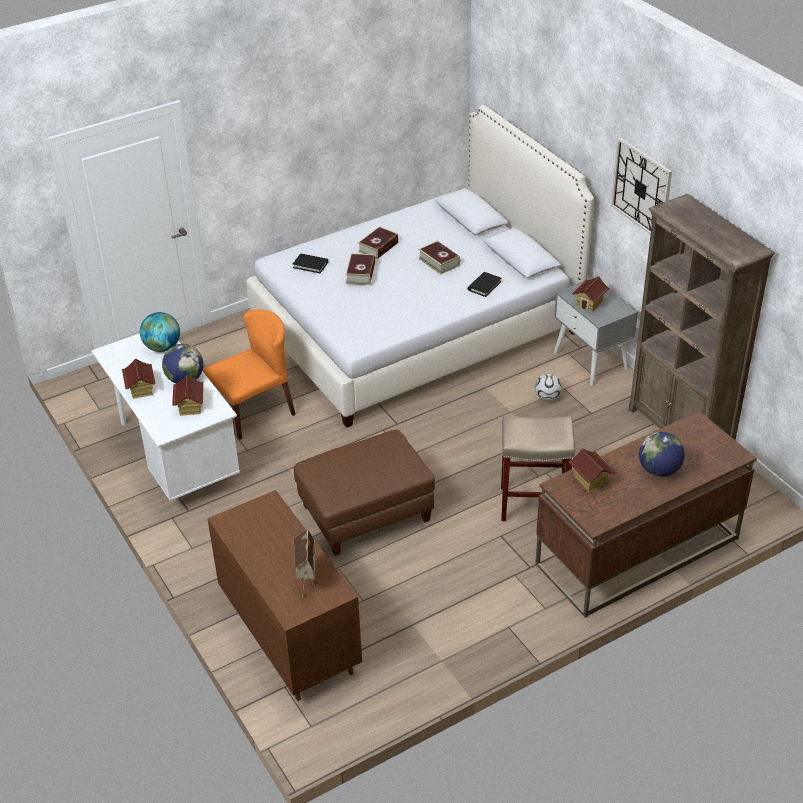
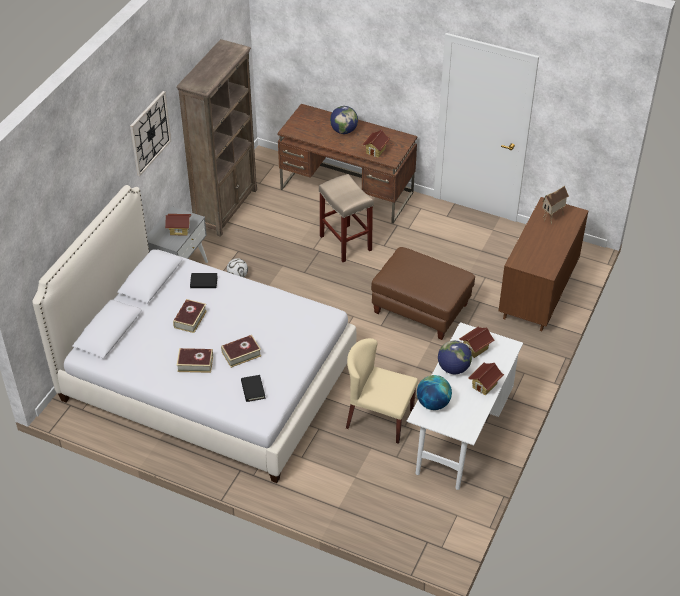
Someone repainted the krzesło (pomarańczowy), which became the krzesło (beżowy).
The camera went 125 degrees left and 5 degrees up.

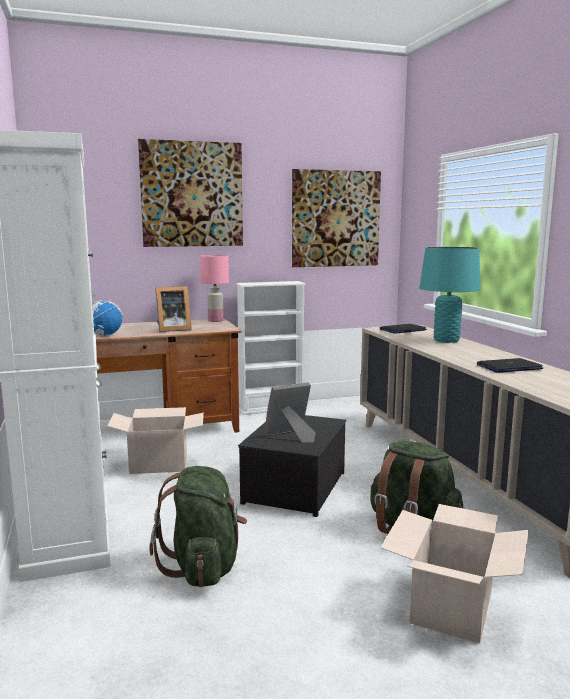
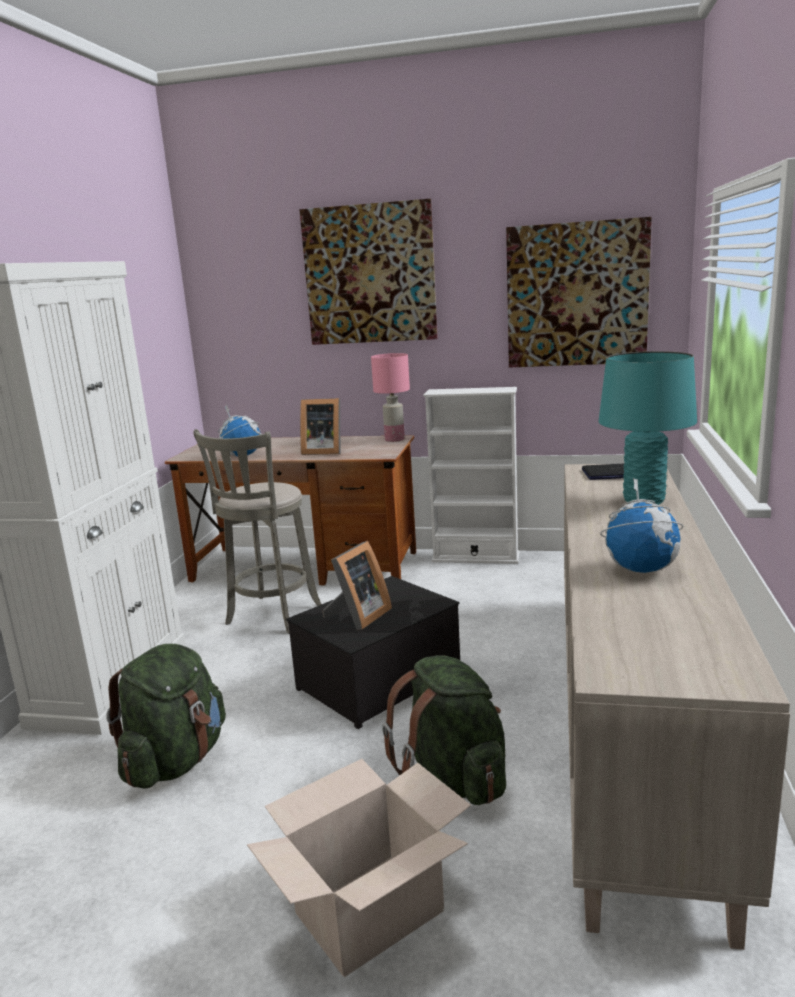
Someone swapped the karton (no. 1 from left) for the stołek (szary).
Someone rotated the ramka na zdjęcie (no. 2 from left) by 120 degrees clockwise.
Someone swapped the laptop (no. 2 from left) for the globus (no. 2 from left).
The camera went 30 degrees right and 5 degrees up.

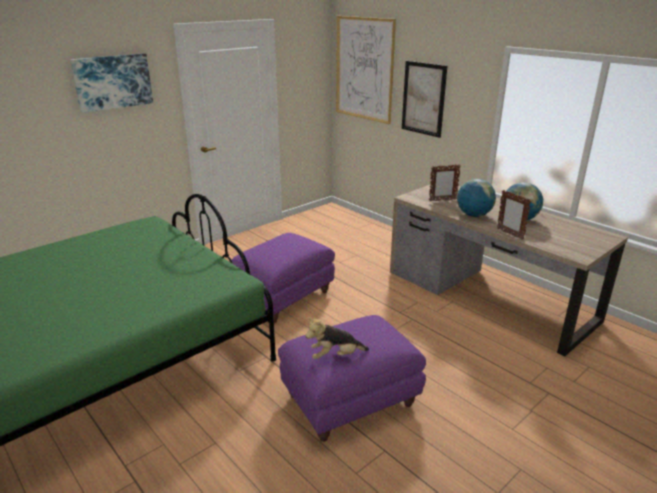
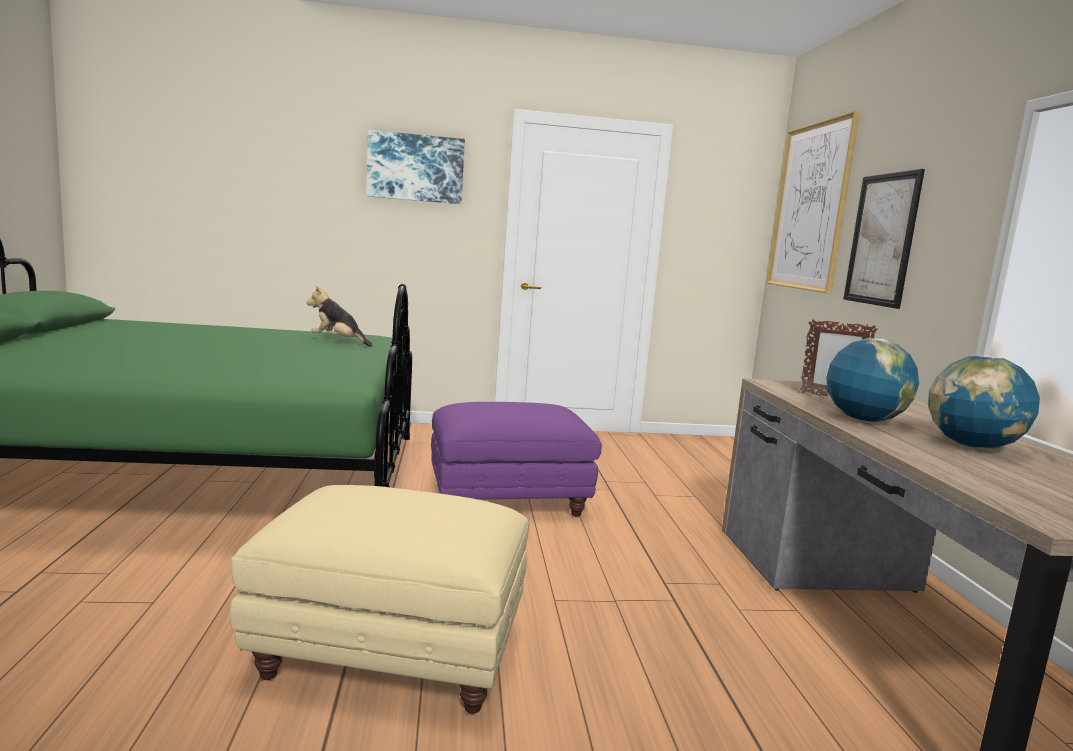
Someone repainted the pufa (fioletowy) (no. 2 from left), which became the pufa (beżowy).
Someone carried the pluszak.
Someone took away the ramka na zdjęcie (no. 2 from left).
The camera went 35 degrees right and 15 degrees down.

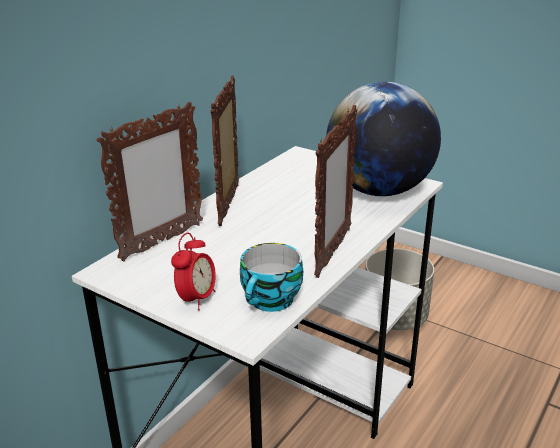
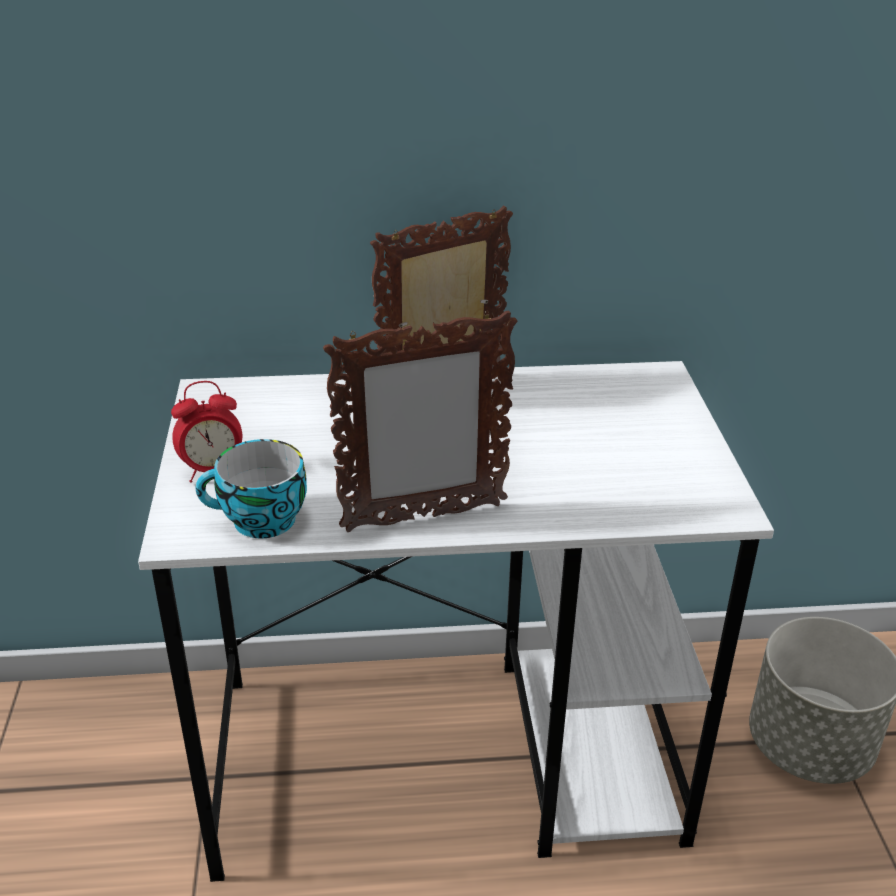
Someone took away the ramka na zdjęcie (no. 1 from left).
Someone took away the globus.
The camera went 50 degrees right and 5 degrees up.

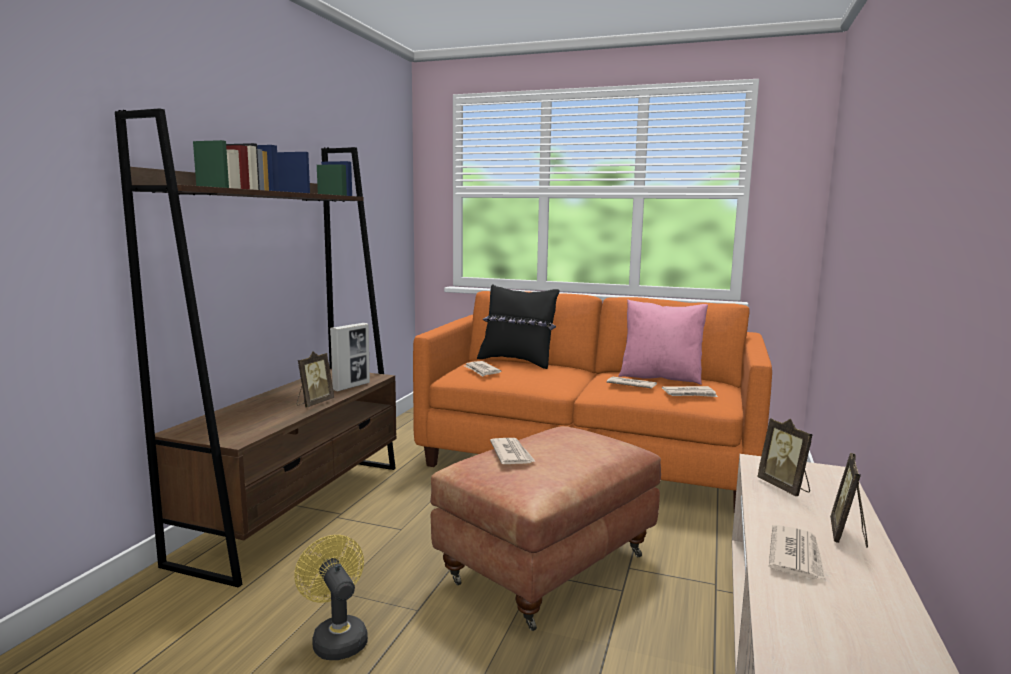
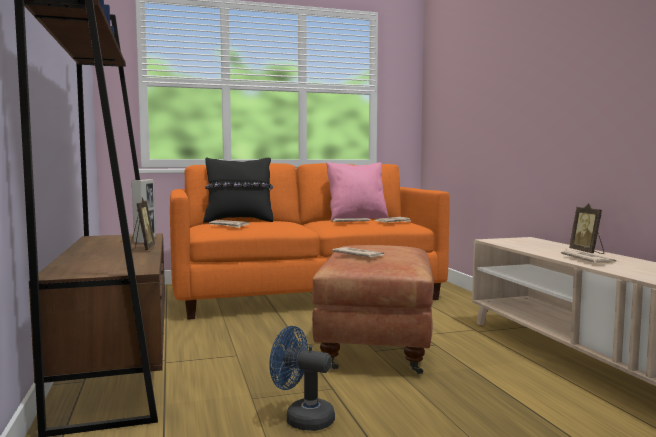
Someone repainted the wentylator (żółty), which became the wentylator (niebieski).
Someone took away the ramka na zdjęcie (no. 3 from left).
The camera went 35 degrees left and 5 degrees down.

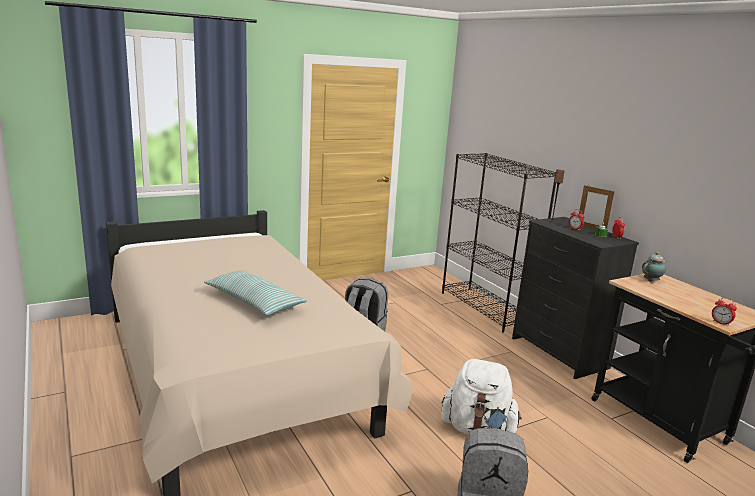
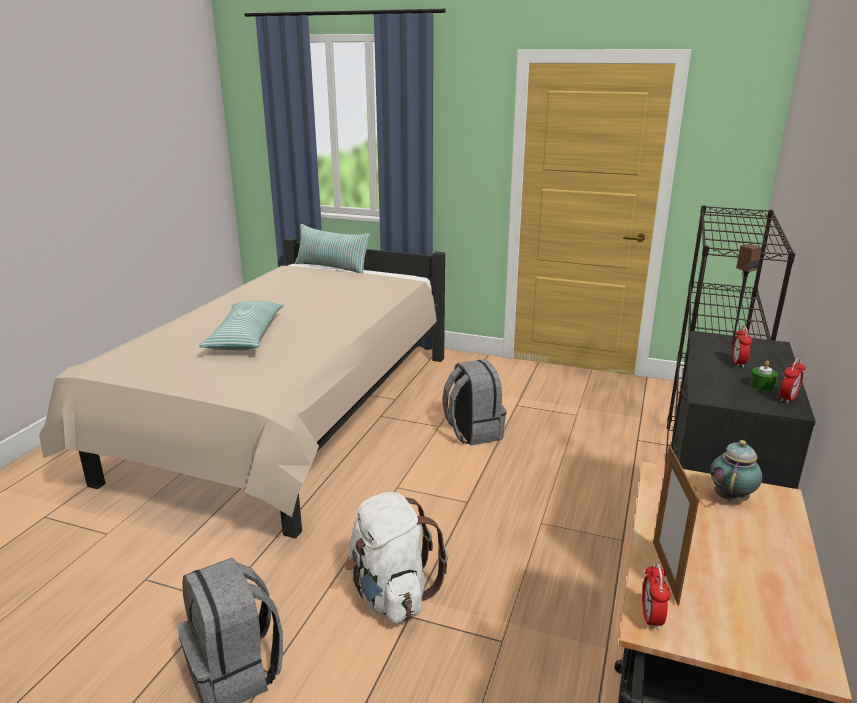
Someone put down the poduszka (no. 2 from left).
Someone carried the ramka na zdjęcie.
Someone rotated the imbryk by 75 degrees counterclockwise.
The camera went 50 degrees right and 5 degrees up.

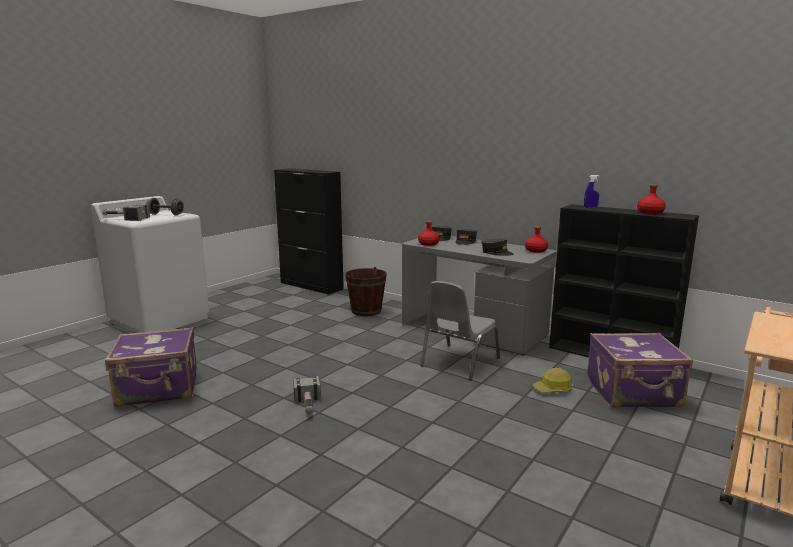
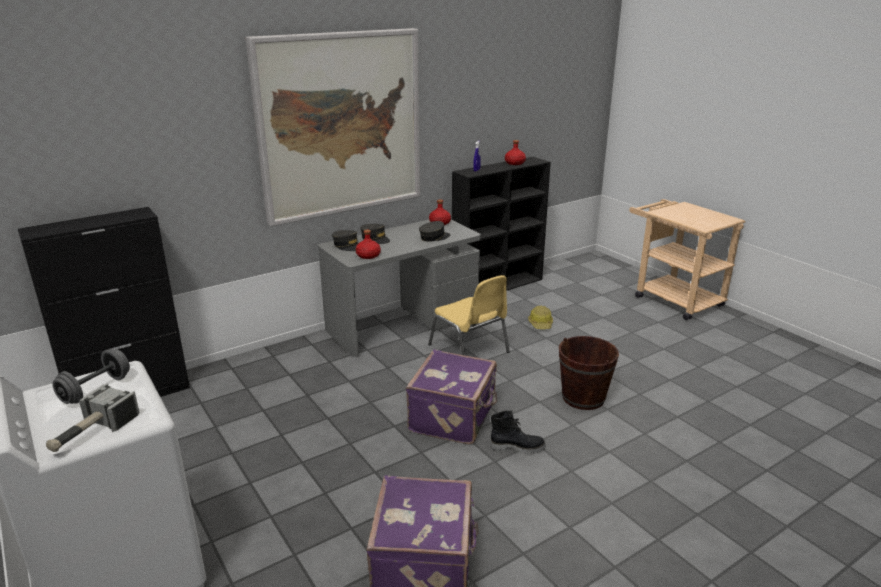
Someone put up the obraz.
Someone carried the walizka (fioletowy) (no. 2 from left).
Someone repainted the krzesło (szary), which became the krzesło (żółty).
Someone swapped the młotek (no. 2 from left) for the but z cholewką (czarny).
Someone carried the wiadro (brązowy).
The camera went 70 degrees left and 10 degrees up.

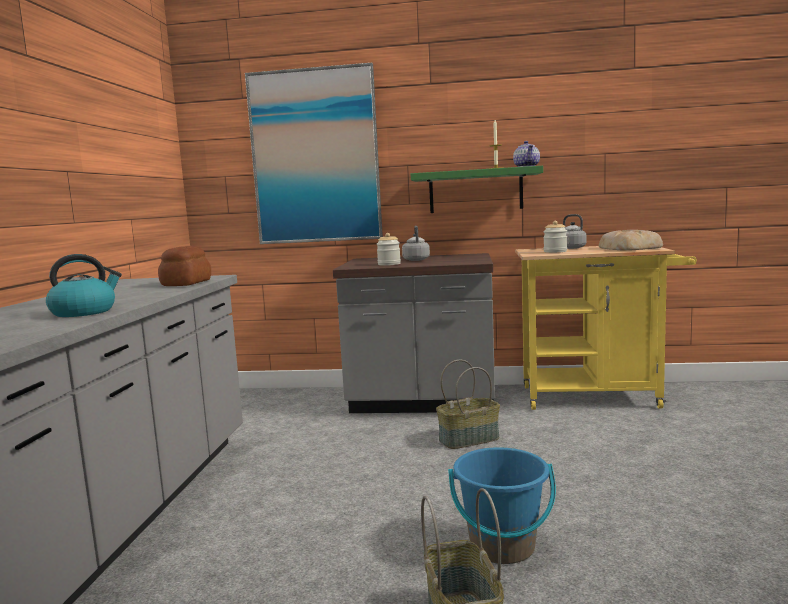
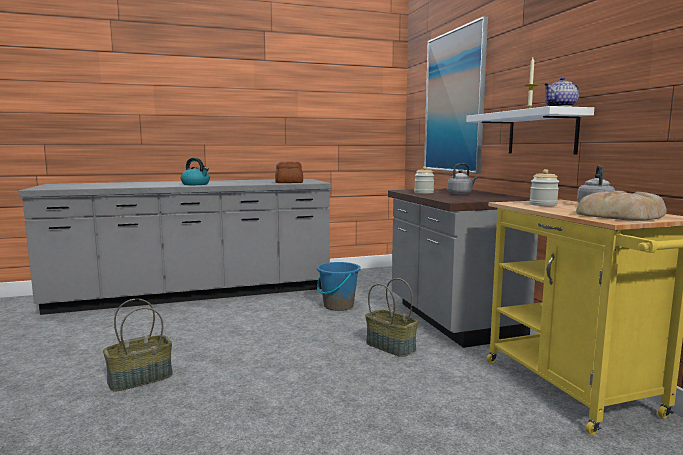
Someone carried the wiadro (niebieski).
Someone repainted the półka (zielony), which became the półka (biały).
The camera went 65 degrees right and 0 degrees up.

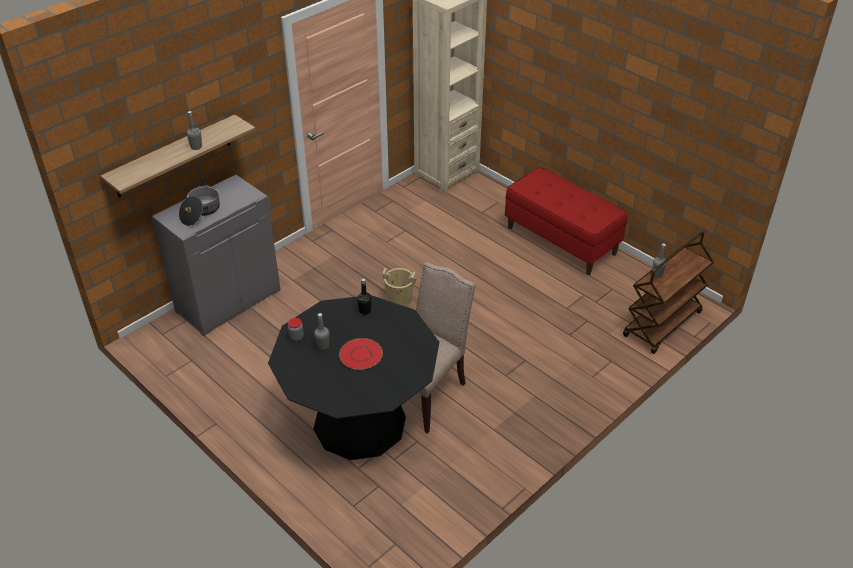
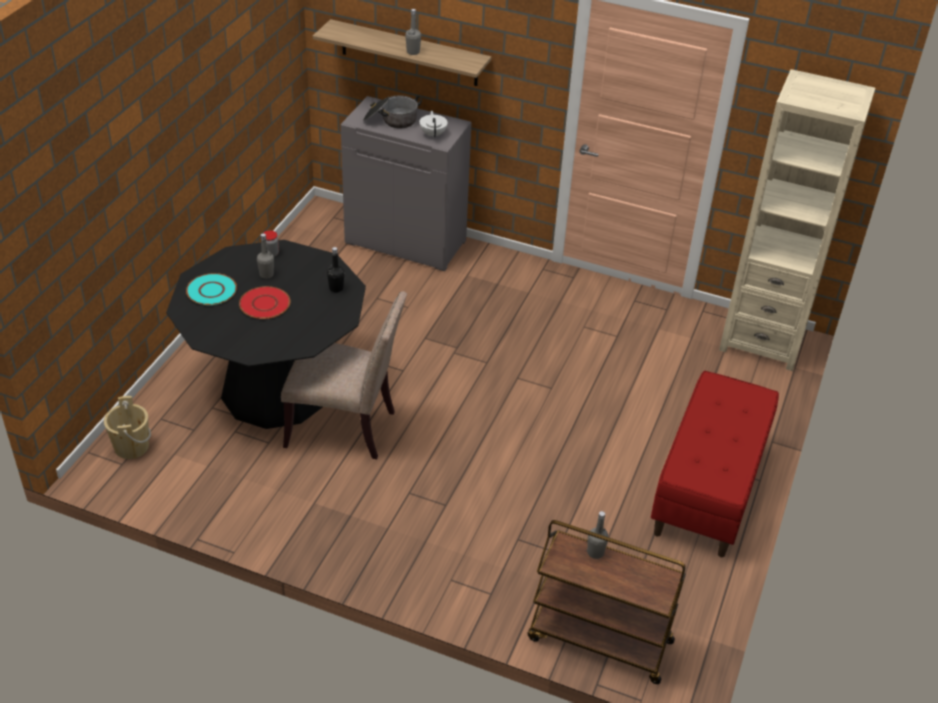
Someone carried the wiadro (beżowy).
Someone put down the talerz (turkusowy).
Someone put down the imbryk (biały).
The camera went 65 degrees right and 0 degrees up.

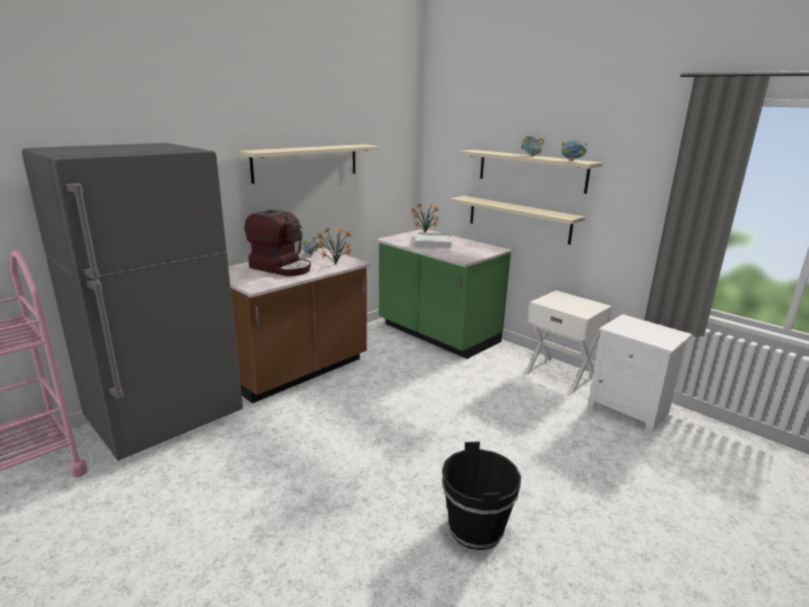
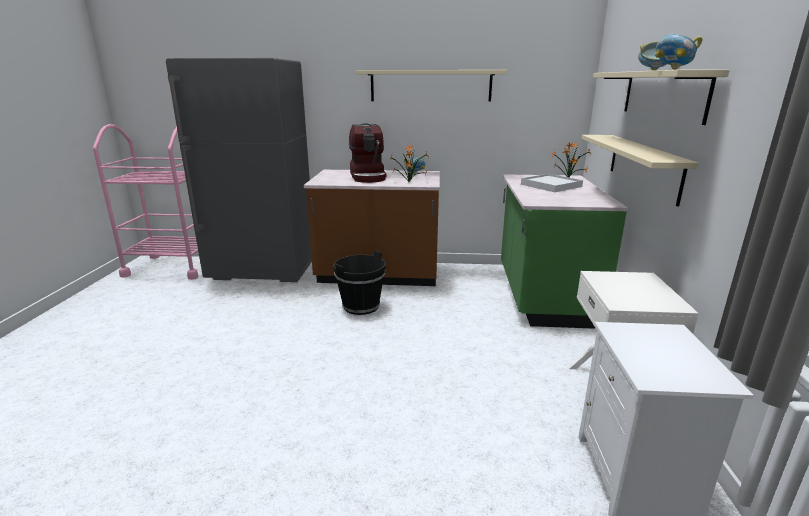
Someone carried the wiadro (czarny).
The camera went 50 degrees right and 0 degrees up.

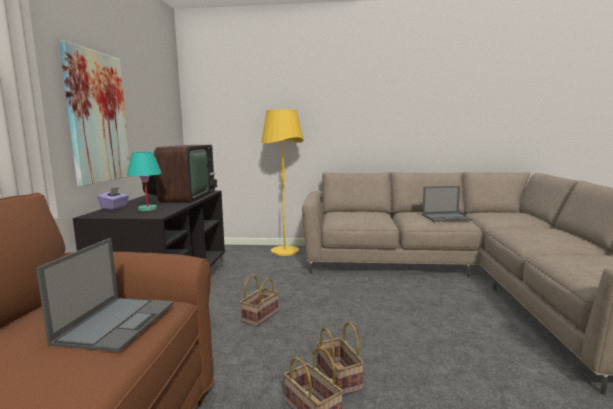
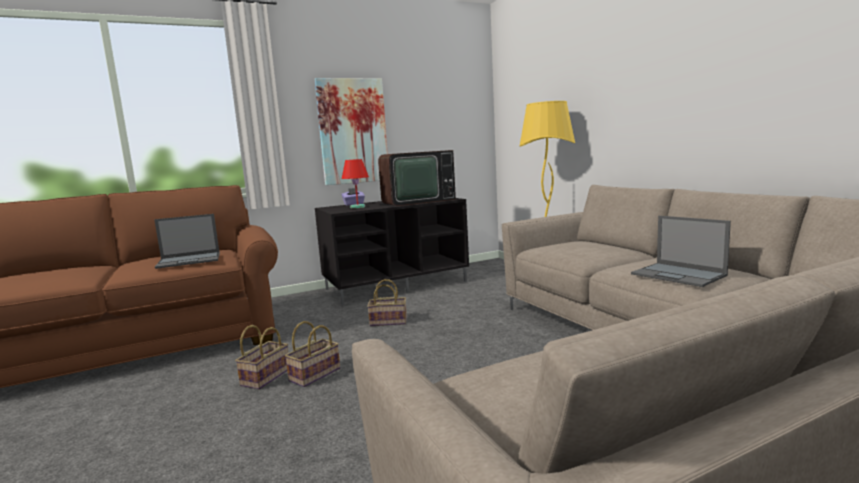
Someone repainted the lampa stołowa (turkusowy), which became the lampa stołowa (czerwony).
The camera went 60 degrees right and 0 degrees up.

